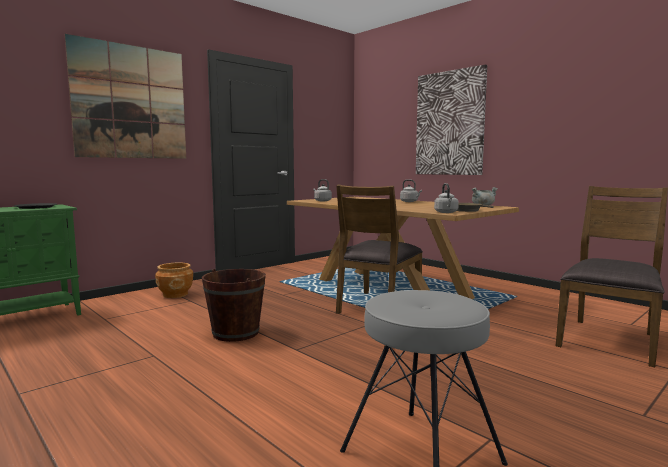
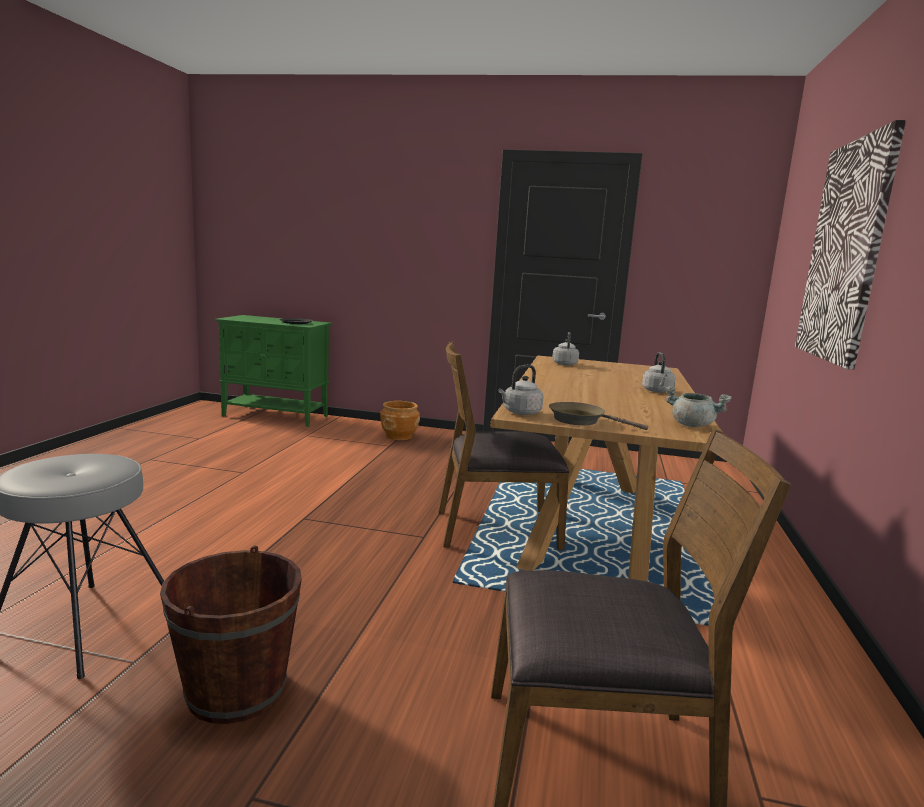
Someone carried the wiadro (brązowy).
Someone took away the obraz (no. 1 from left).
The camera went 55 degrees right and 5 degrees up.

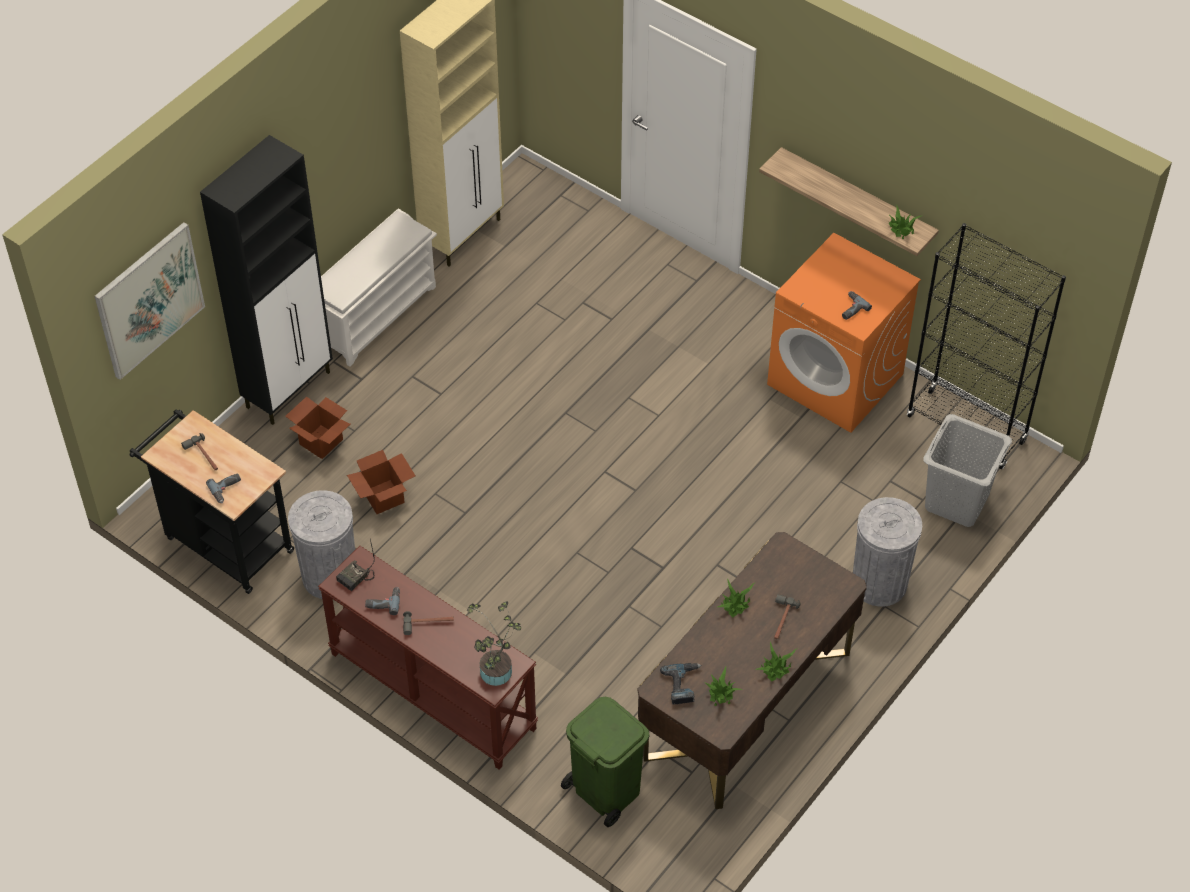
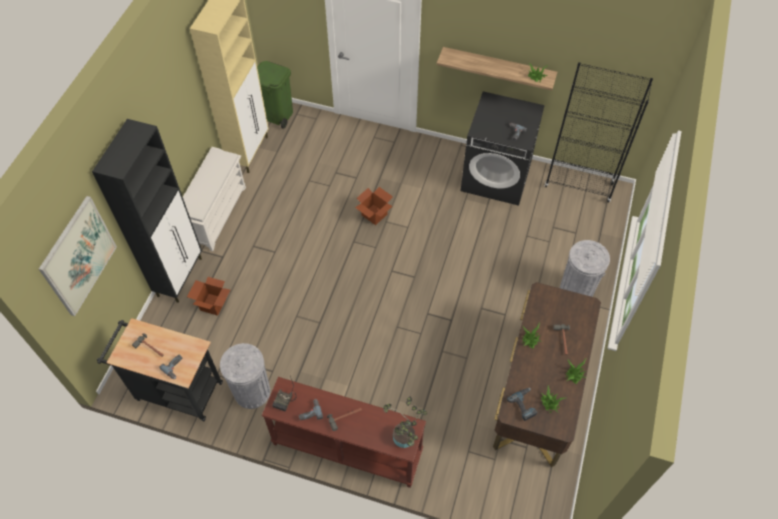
Someone carried the kosz na śmieci (zielony).
Someone carried the karton (no. 2 from left).
Someone repainted the pralka (pomarańczowy), which became the pralka (czarny).
Someone took away the kosz na pranie (szary).
The camera went 20 degrees left and 5 degrees up.

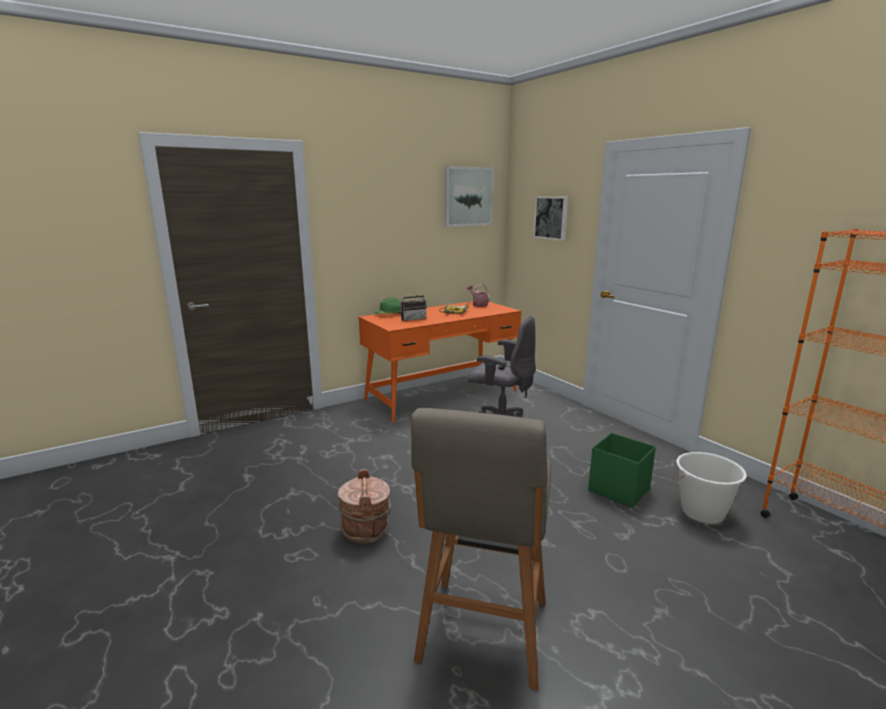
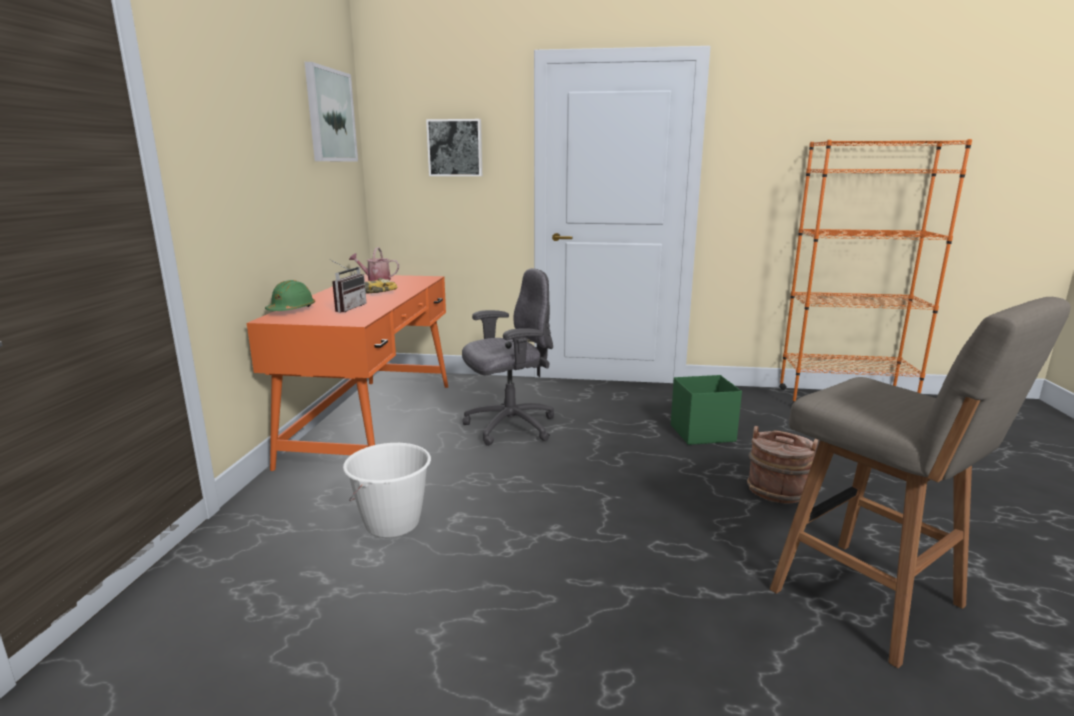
Someone carried the wiadro (biały).
Someone carried the wiadro (brązowy).
The camera went 50 degrees left and 0 degrees up.

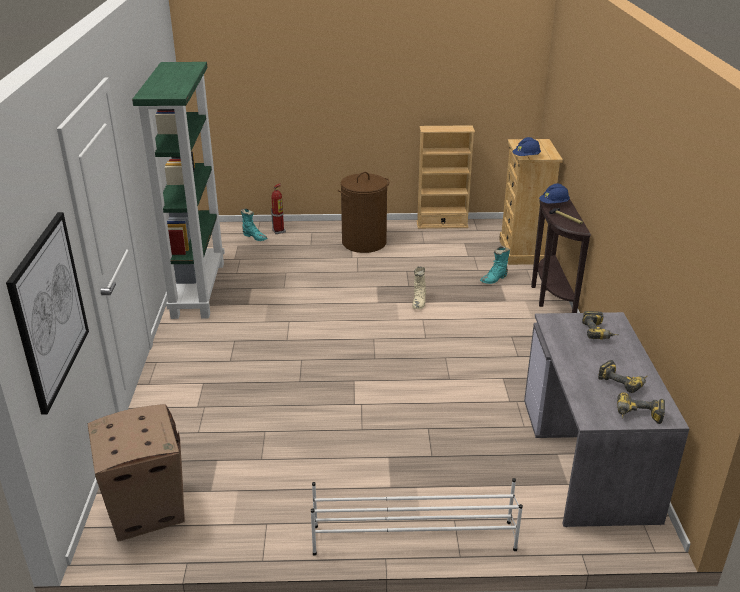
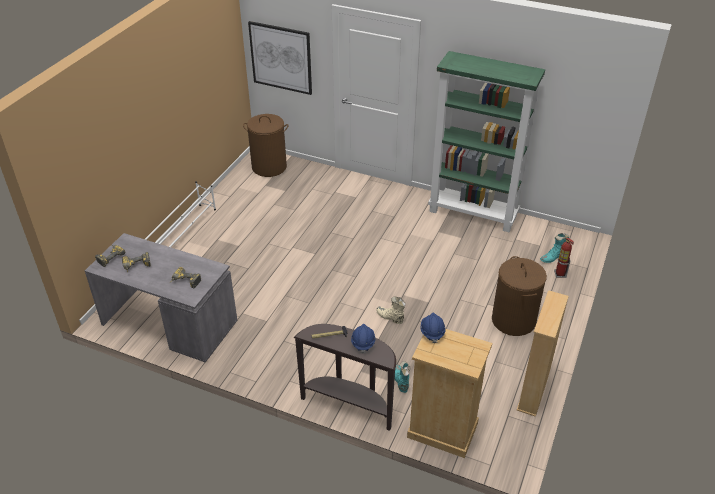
Someone swapped the karton for the kosz na pranie (brązowy) (no. 1 from left).
The camera went 115 degrees right and 10 degrees up.

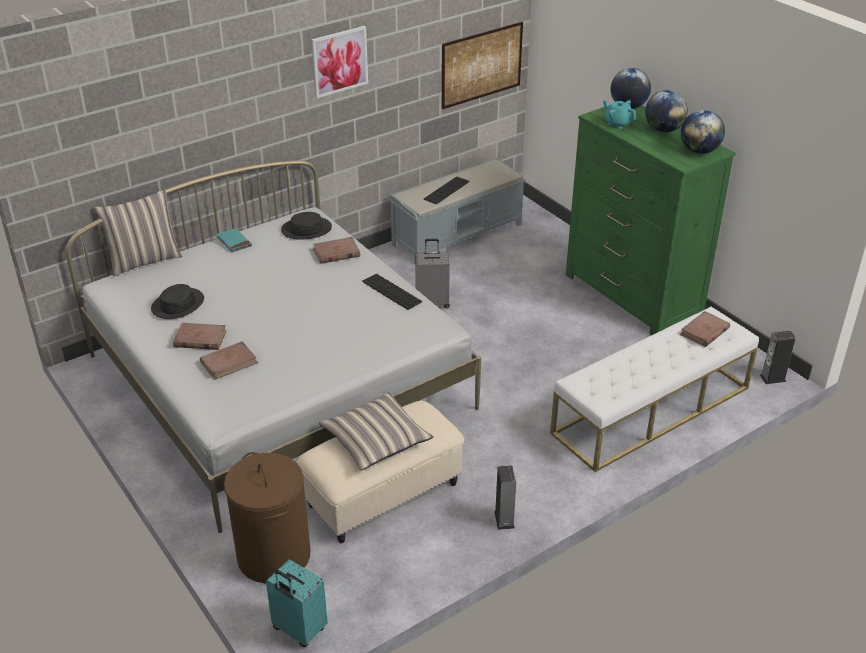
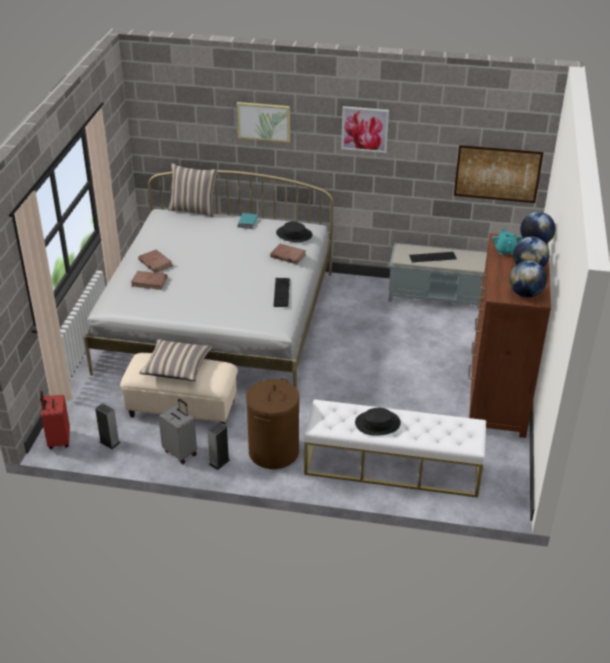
Someone repainted the walizka (turkusowy), which became the walizka (czerwony).
Someone carried the głośnik (no. 2 from left in the first image).
Someone carried the walizka (szary).
Someone put up the obraz (no. 1 from left).
Someone carried the kosz na pranie (brązowy).
Someone carried the kapelusz (czarny) (no. 1 from left in the first image).
Someone repainted the komoda (zielony), which became the komoda (brązowy).
Someone took away the książka (brązowy) (no. 4 from left).
The camera went 45 degrees right and 0 degrees up.

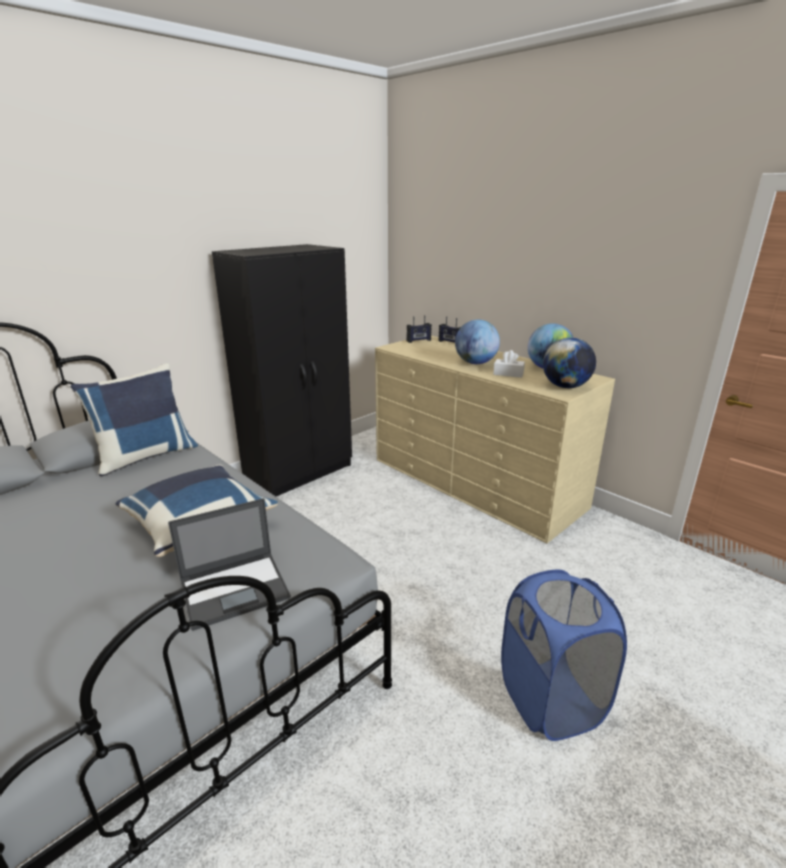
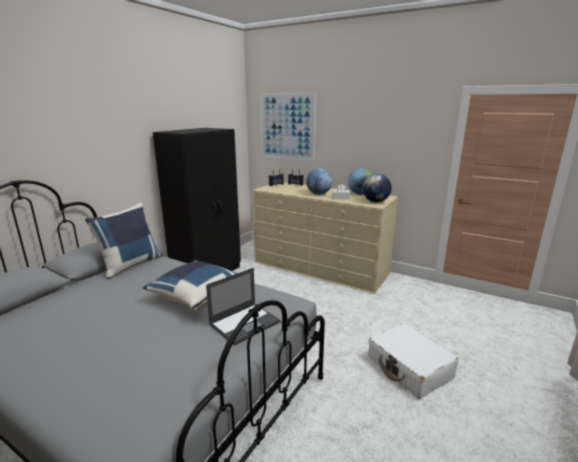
Someone put up the obraz.
Someone swapped the kosz na pranie (niebieski) for the walizka (biały).
The camera went 15 degrees left and 5 degrees down.

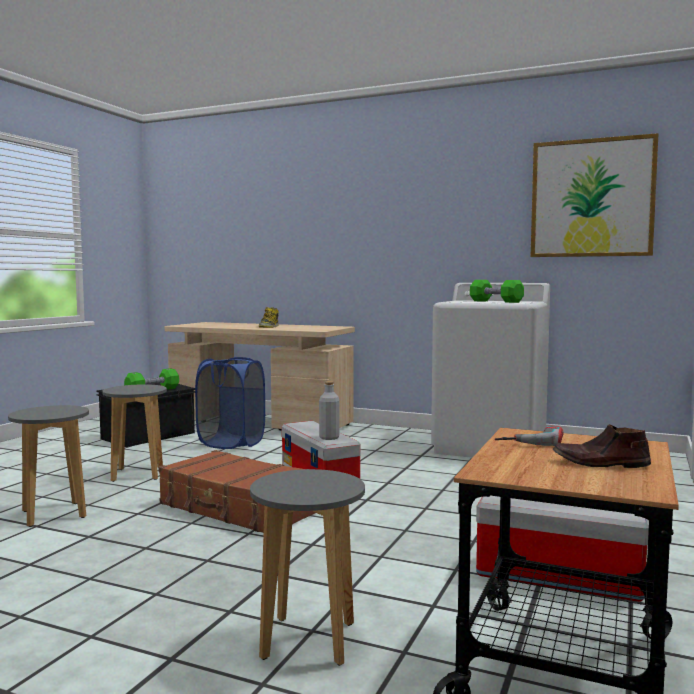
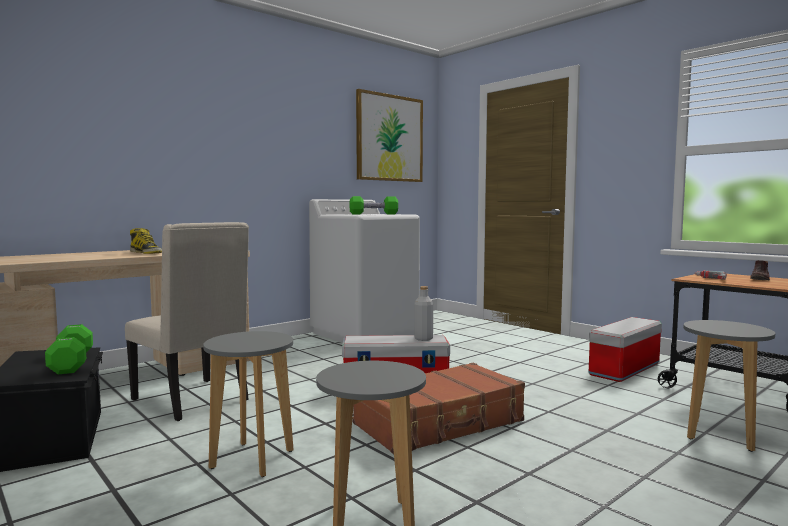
Someone swapped the kosz na pranie (niebieski) for the krzesło (beżowy).
The camera went 65 degrees left and 0 degrees up.

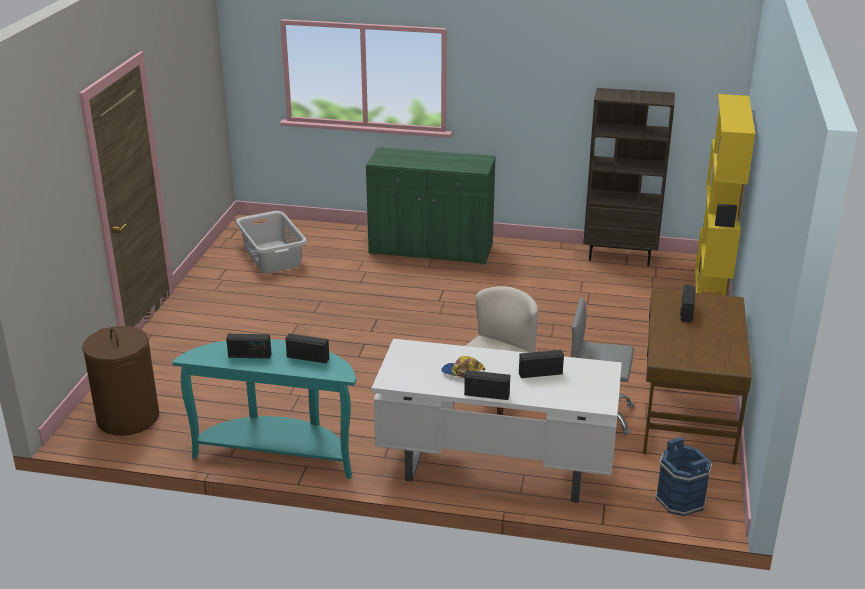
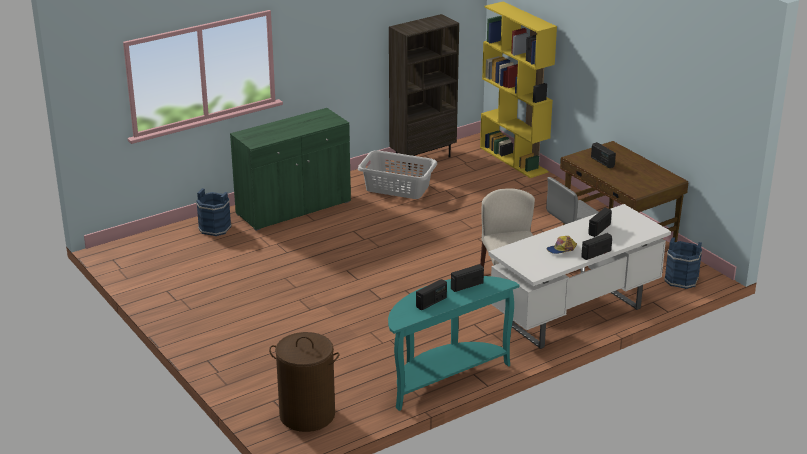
Someone put down the wiadro (niebieski) (no. 1 from left).
Someone carried the kosz na pranie (szary).
The camera went 45 degrees left and 0 degrees up.

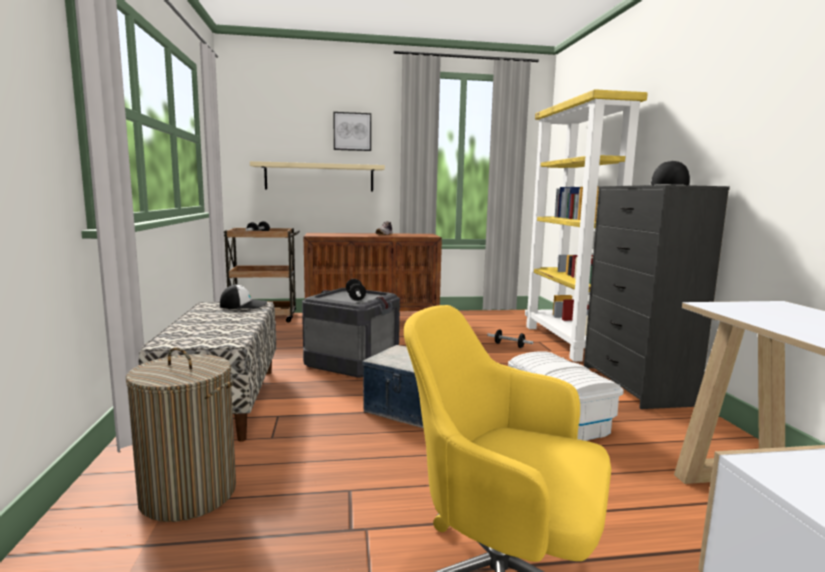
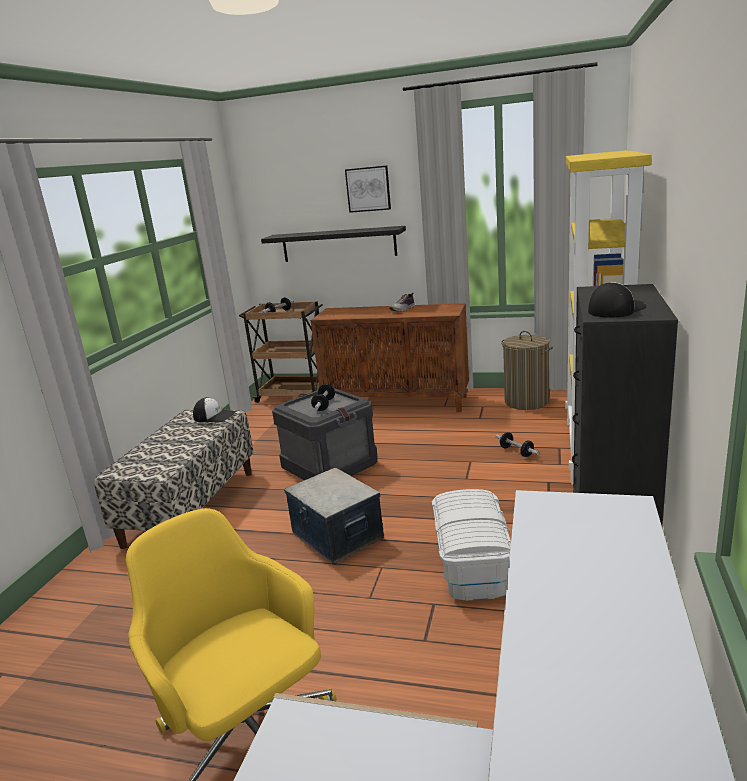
Someone repainted the półka (beżowy), which became the półka (czarny).
Someone carried the kosz na pranie.
The camera went 25 degrees right and 10 degrees up.

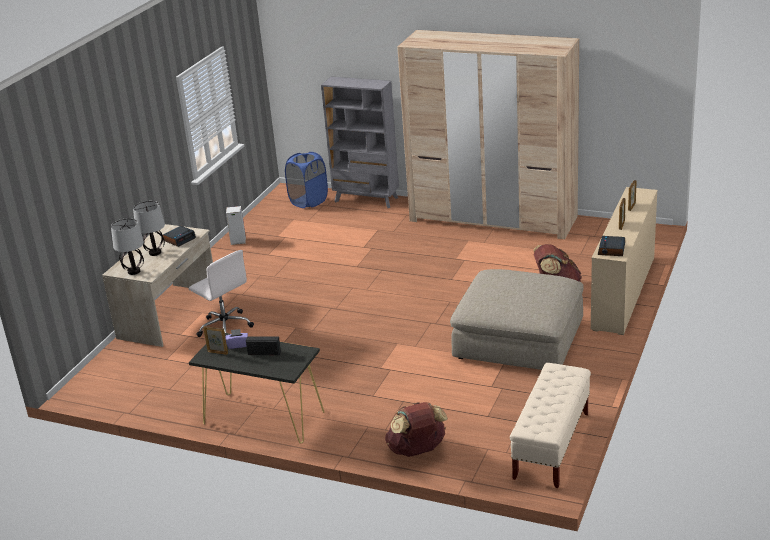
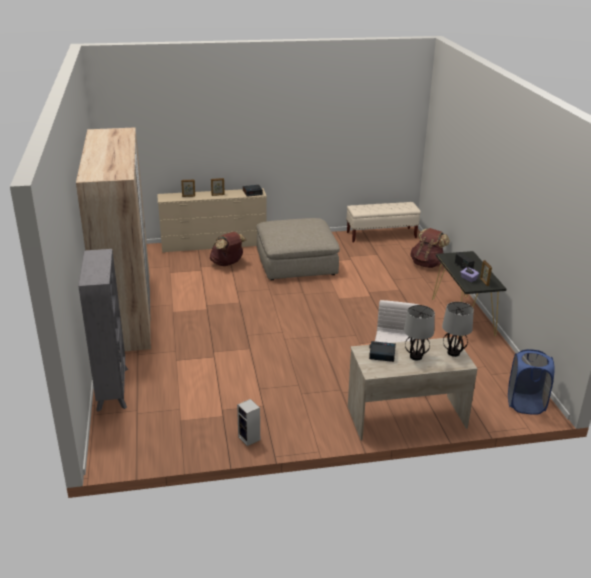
Someone carried the kosz na pranie (niebieski).
The camera went 125 degrees left and 0 degrees up.

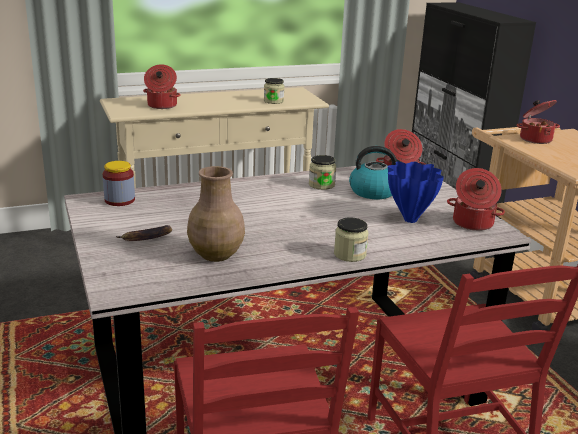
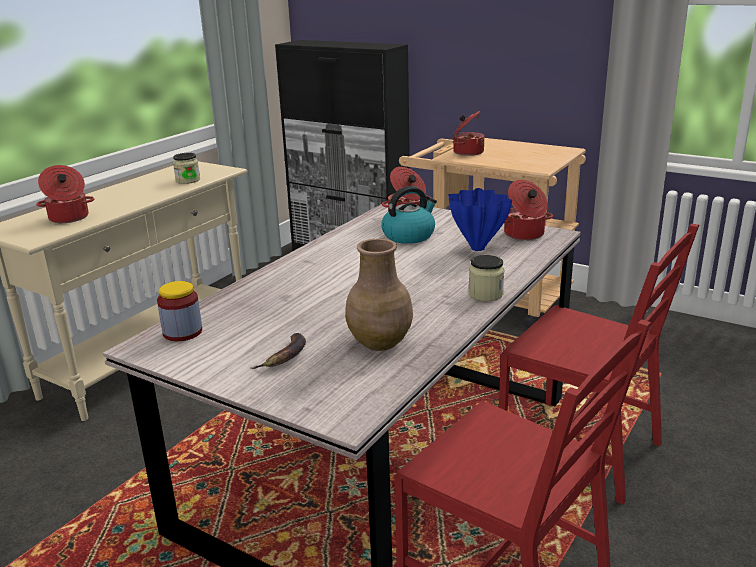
Someone took away the słoik (no. 3 from left).
The camera went 35 degrees left and 0 degrees up.

